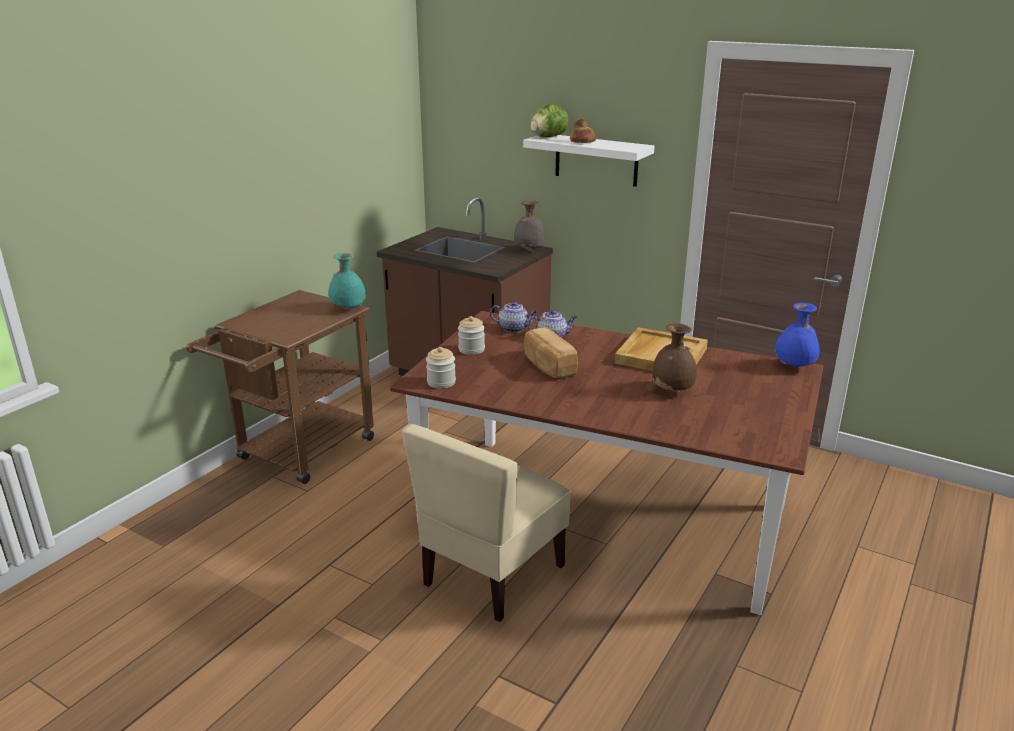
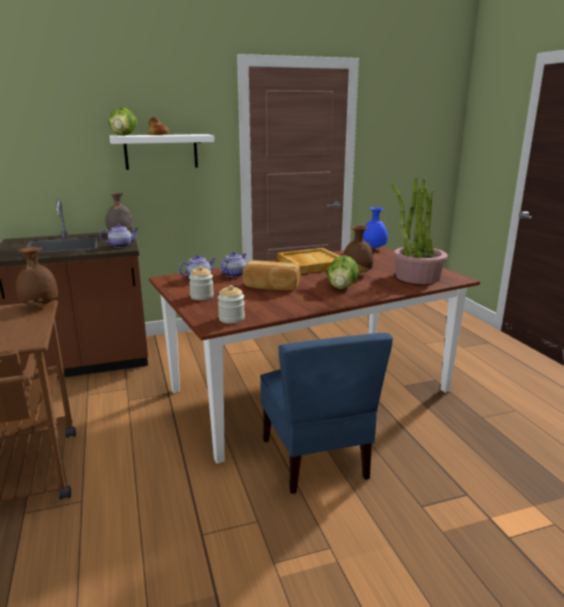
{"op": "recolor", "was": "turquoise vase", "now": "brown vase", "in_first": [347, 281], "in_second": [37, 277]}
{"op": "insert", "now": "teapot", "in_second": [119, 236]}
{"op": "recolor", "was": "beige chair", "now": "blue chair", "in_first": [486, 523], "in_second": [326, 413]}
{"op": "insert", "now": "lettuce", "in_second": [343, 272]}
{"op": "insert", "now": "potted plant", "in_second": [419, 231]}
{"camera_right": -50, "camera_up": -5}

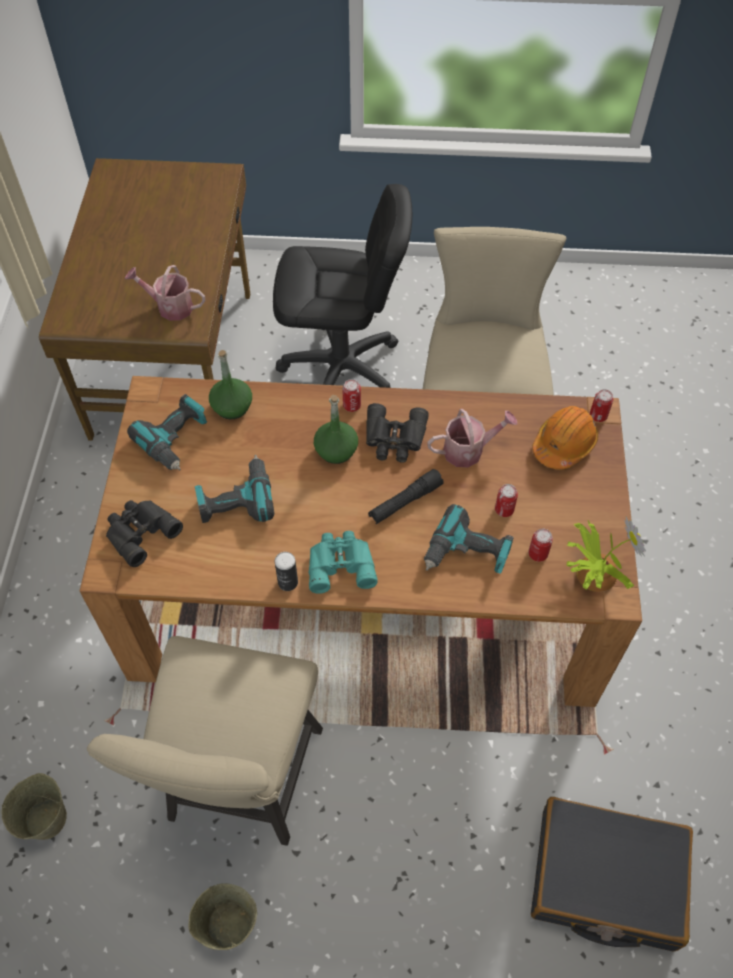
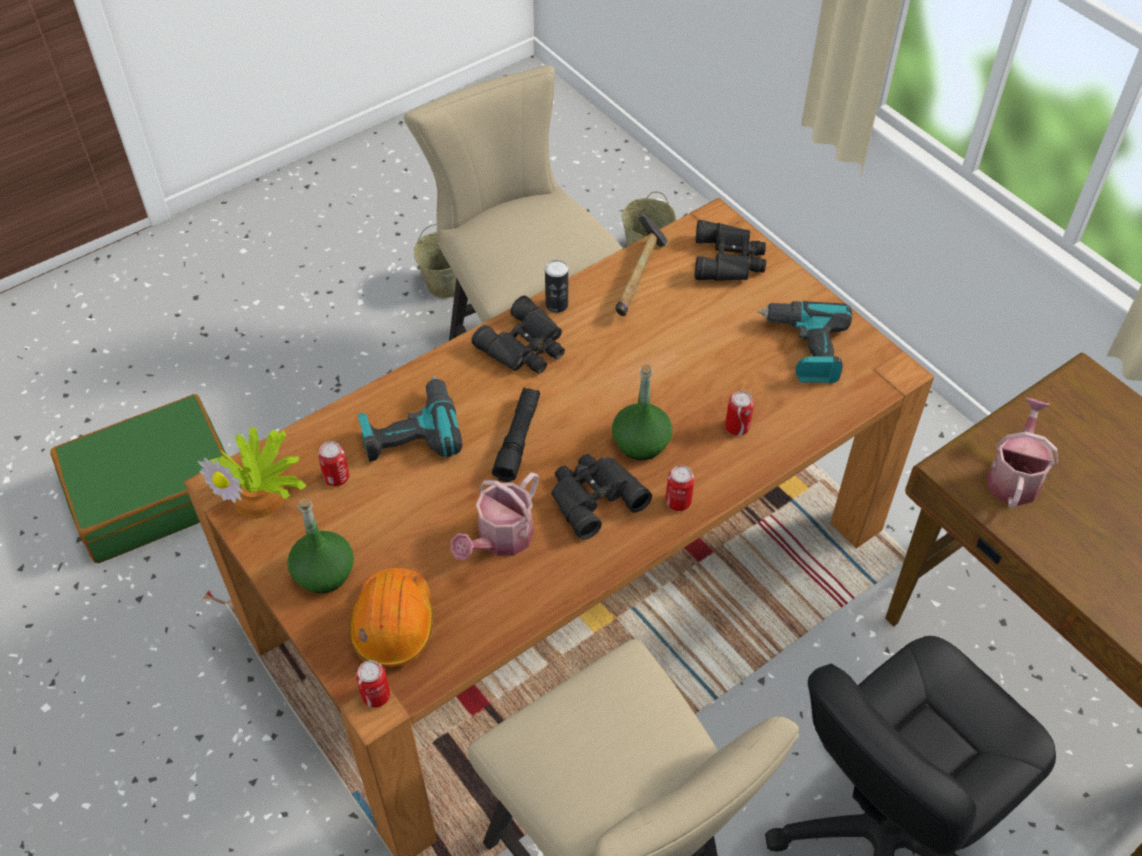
{"op": "recolor", "was": "black suitcase", "now": "green suitcase", "in_first": [612, 874], "in_second": [138, 478]}
{"op": "move", "was": "green bottle", "in_first": [230, 384], "in_second": [320, 545]}
{"op": "recolor", "was": "turquoise binoculars", "now": "black binoculars", "in_first": [343, 562], "in_second": [518, 335]}
{"op": "insert", "now": "hammer", "in_second": [641, 265]}
{"op": "move", "was": "can", "in_first": [506, 500], "in_second": [739, 413]}
{"op": "rotate", "was": "watering can", "in_first": [165, 293], "in_second": [1022, 453], "clockwise": -45}
{"op": "delete", "was": "power drill", "in_first": [234, 489]}
{"camera_right": 140, "camera_up": -5}

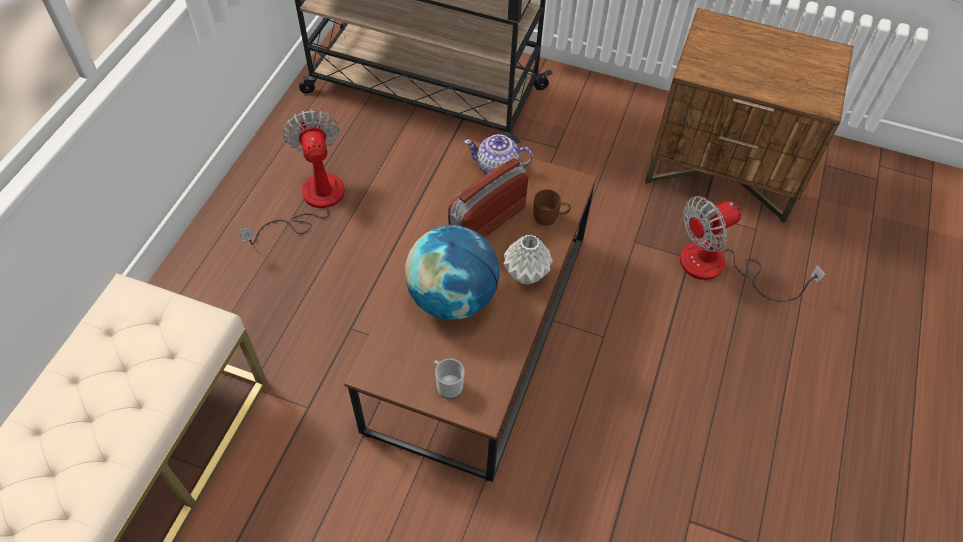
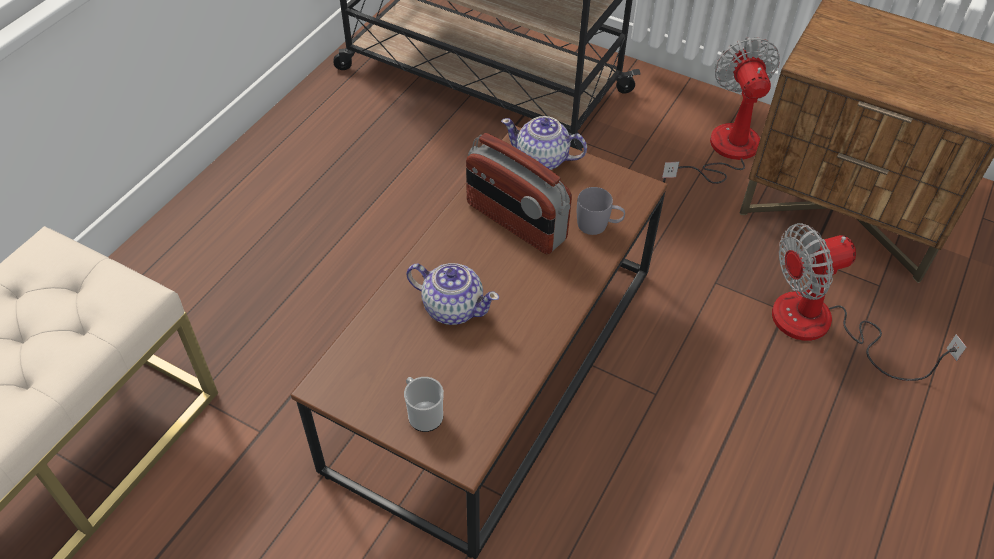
{"op": "replace", "was": "globe", "now": "teapot", "in_first": [452, 272], "in_second": [452, 294]}
{"op": "rotate", "was": "radio", "in_first": [488, 197], "in_second": [519, 193], "clockwise": -105}
{"op": "recolor", "was": "brown mug", "now": "grey mug", "in_first": [552, 207], "in_second": [601, 211]}
{"op": "move", "was": "fan", "in_first": [292, 177], "in_second": [721, 110]}
{"op": "delete", "was": "grey vase", "in_first": [528, 260]}
{"camera_right": 10, "camera_up": -5}

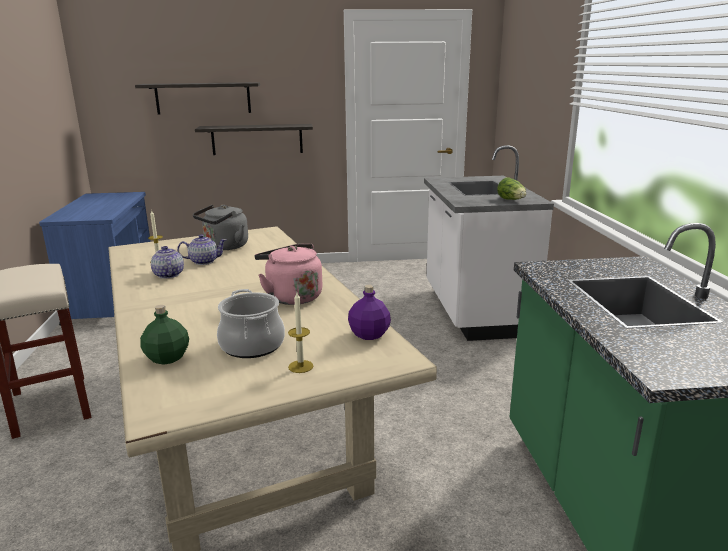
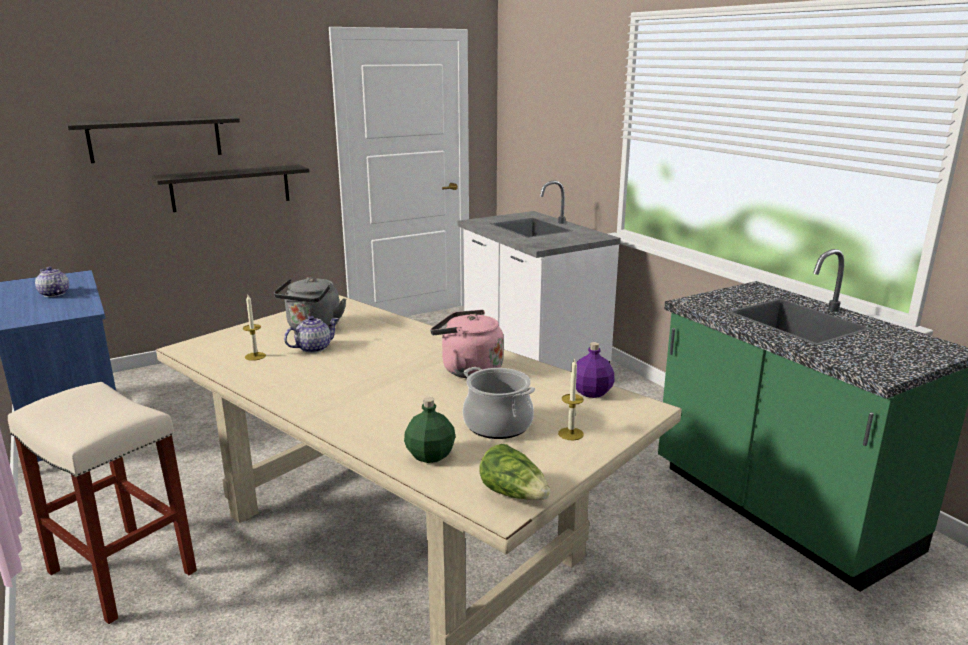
{"op": "move", "was": "teapot", "in_first": [167, 262], "in_second": [52, 282]}
{"op": "move", "was": "lettuce", "in_first": [511, 189], "in_second": [515, 472]}
{"camera_right": -25, "camera_up": 0}

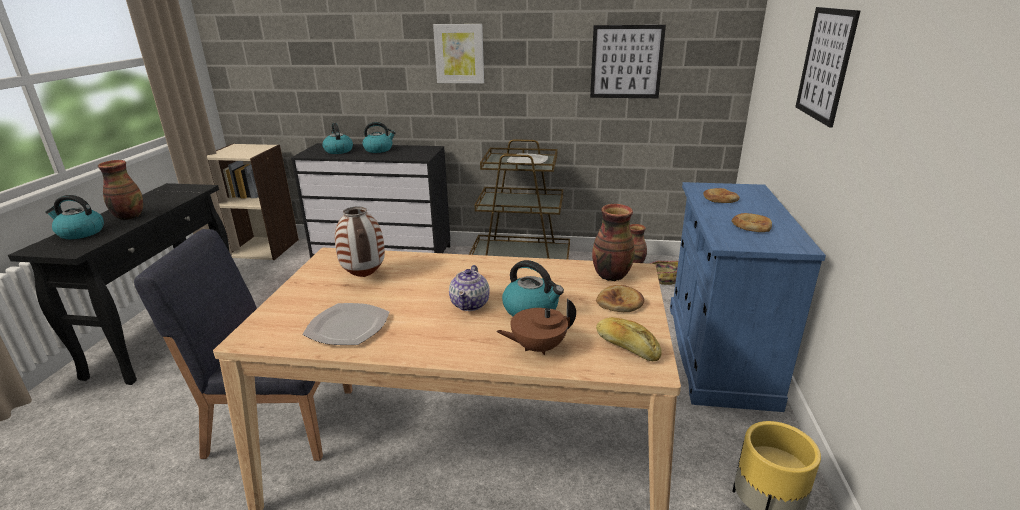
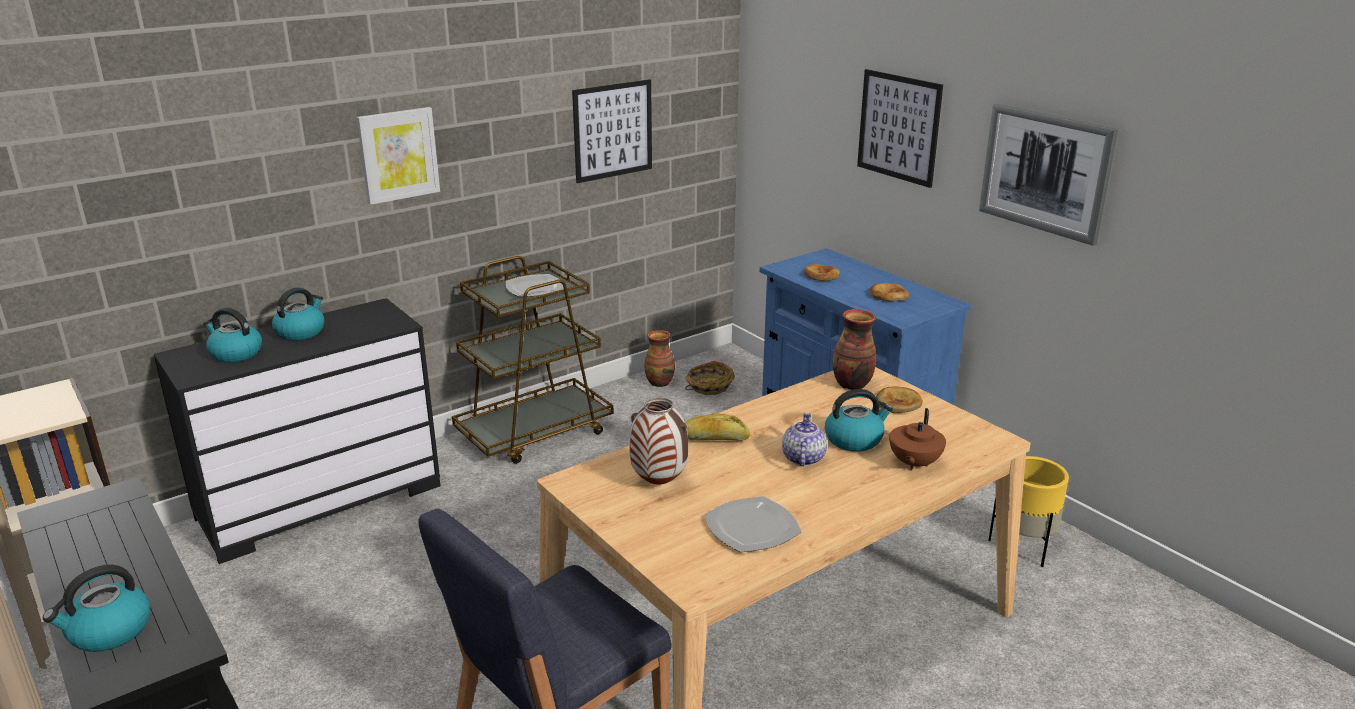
{"op": "move", "was": "bread", "in_first": [629, 339], "in_second": [717, 427]}
{"op": "rotate", "was": "teapot", "in_first": [469, 288], "in_second": [804, 439], "clockwise": -135}
{"op": "insert", "now": "picture", "in_second": [1048, 175]}
{"op": "delete", "was": "vase", "in_first": [120, 190]}
{"camera_right": -45, "camera_up": 0}

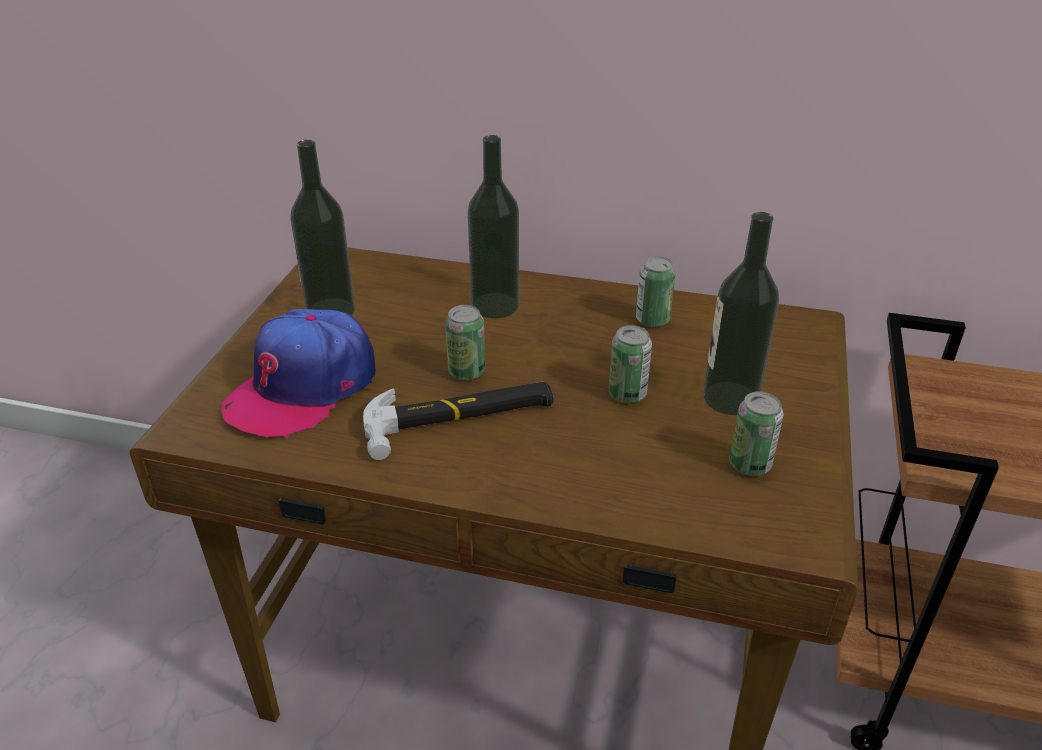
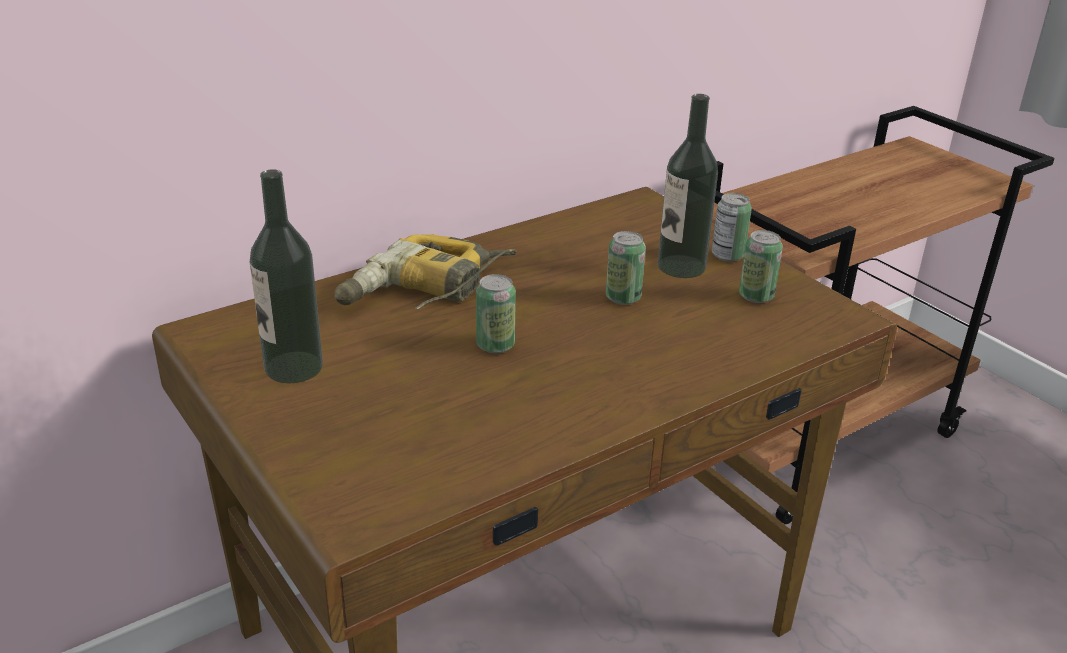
{"op": "replace", "was": "bottle", "now": "power drill", "in_first": [493, 226], "in_second": [425, 271]}
{"op": "move", "was": "can", "in_first": [656, 291], "in_second": [732, 227]}
{"op": "delete", "was": "cap", "in_first": [298, 374]}
{"op": "delete", "was": "hammer", "in_first": [458, 421]}
{"camera_right": -50, "camera_up": -5}

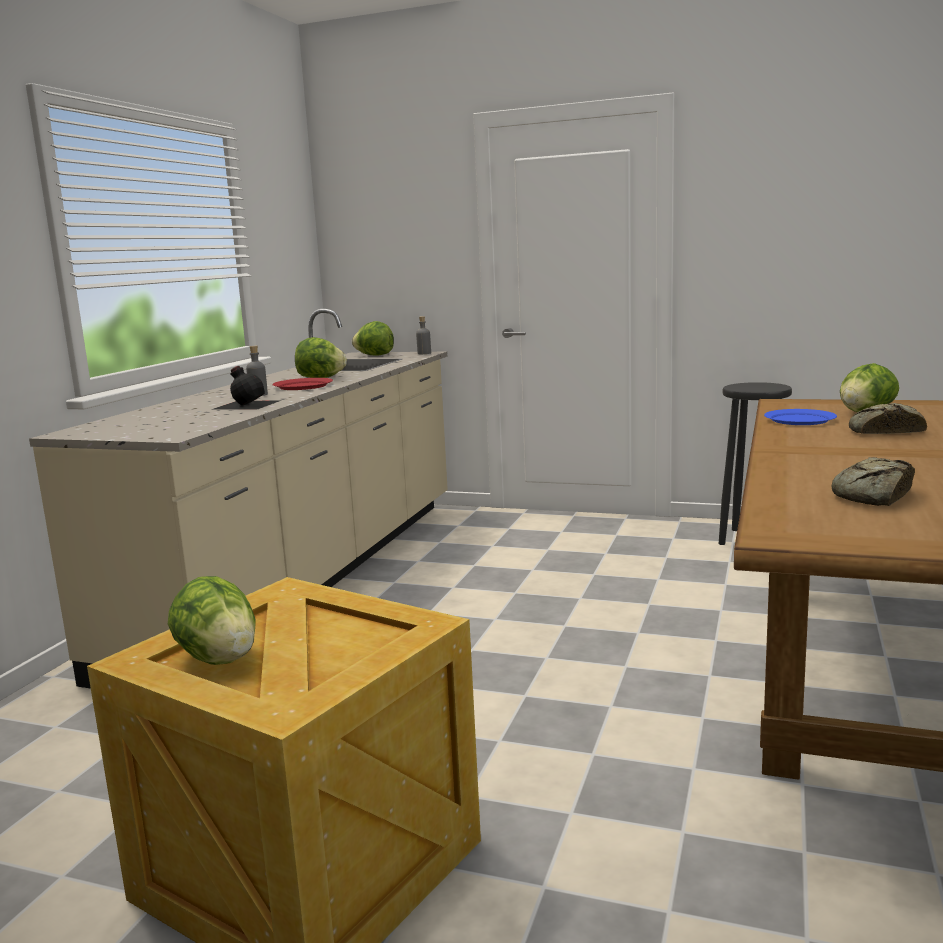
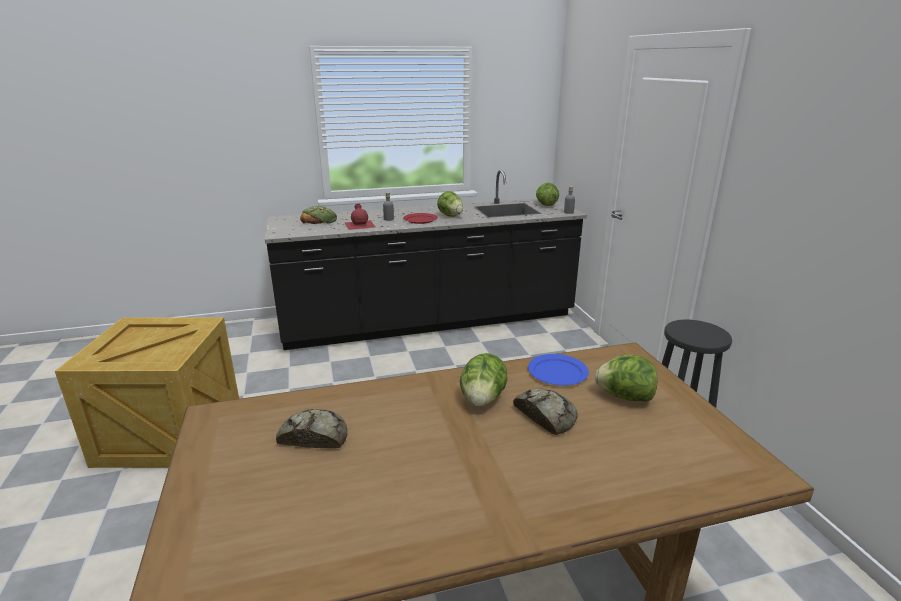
{"op": "recolor", "was": "beige counter", "now": "black counter", "in_first": [238, 499], "in_second": [426, 260]}
{"op": "insert", "now": "bread", "in_second": [318, 215]}
{"op": "recolor", "was": "black bottle", "now": "red bottle", "in_first": [245, 388], "in_second": [360, 217]}
{"op": "move", "was": "lettuce", "in_first": [212, 620], "in_second": [483, 380]}
{"camera_right": 55, "camera_up": 10}

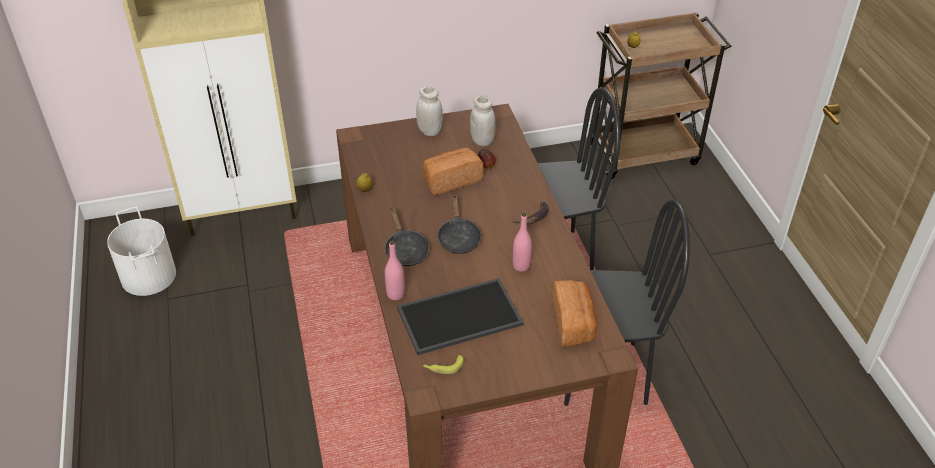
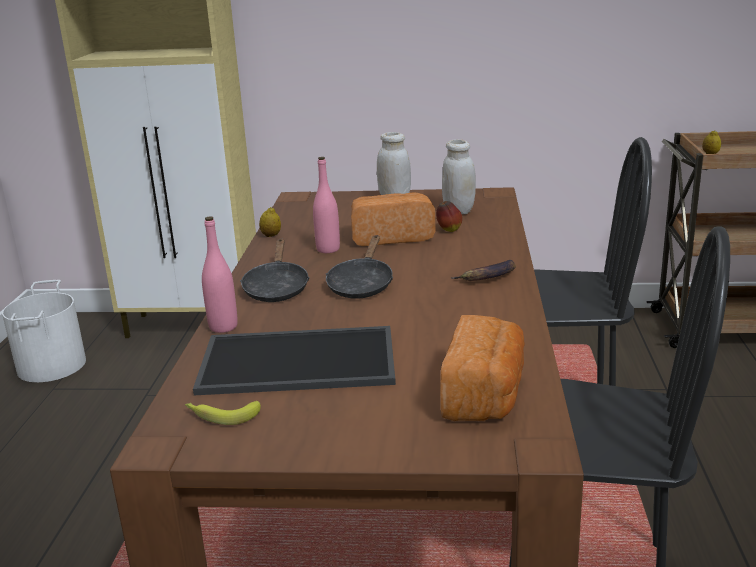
{"op": "move", "was": "pink bottle", "in_first": [522, 242], "in_second": [326, 205]}
{"camera_right": 20, "camera_up": -20}

